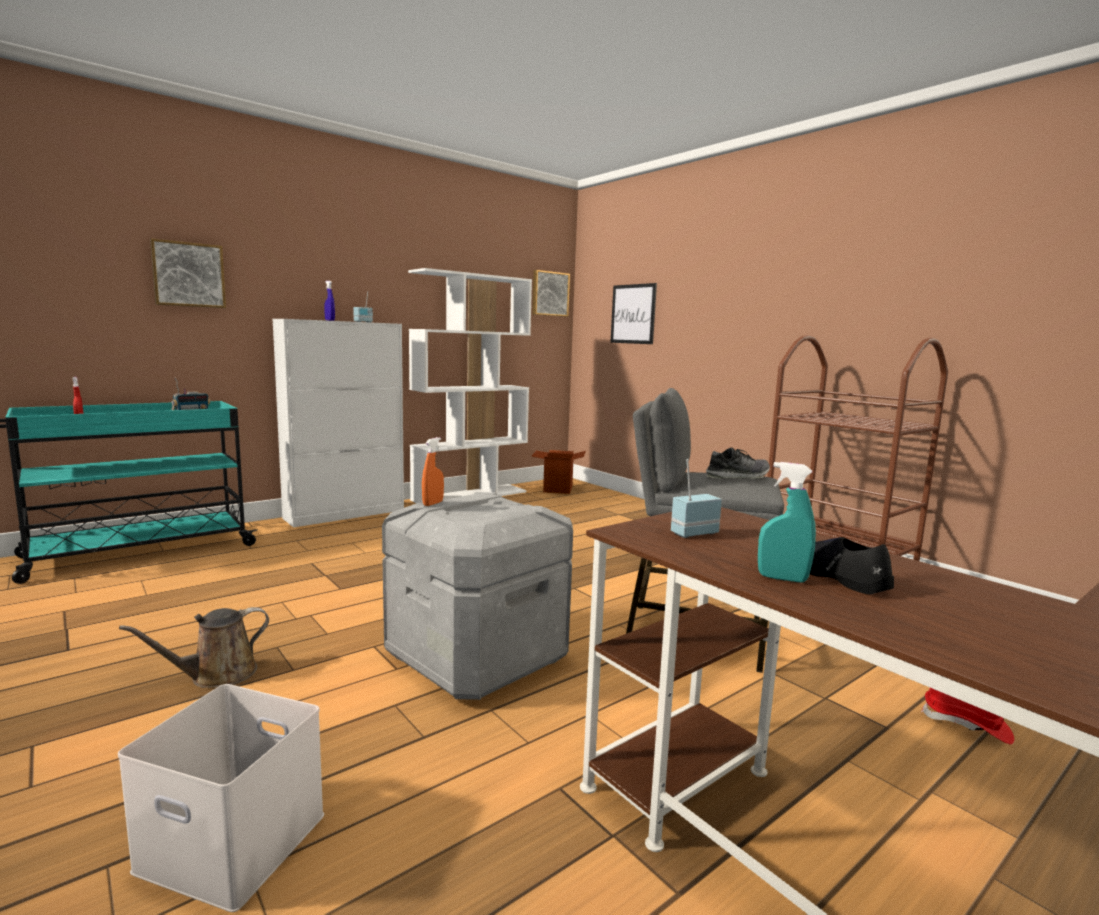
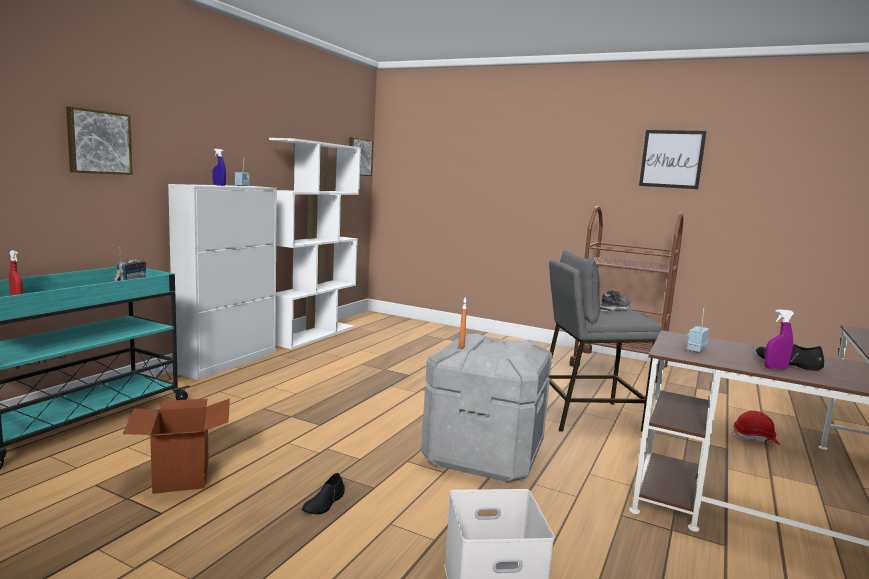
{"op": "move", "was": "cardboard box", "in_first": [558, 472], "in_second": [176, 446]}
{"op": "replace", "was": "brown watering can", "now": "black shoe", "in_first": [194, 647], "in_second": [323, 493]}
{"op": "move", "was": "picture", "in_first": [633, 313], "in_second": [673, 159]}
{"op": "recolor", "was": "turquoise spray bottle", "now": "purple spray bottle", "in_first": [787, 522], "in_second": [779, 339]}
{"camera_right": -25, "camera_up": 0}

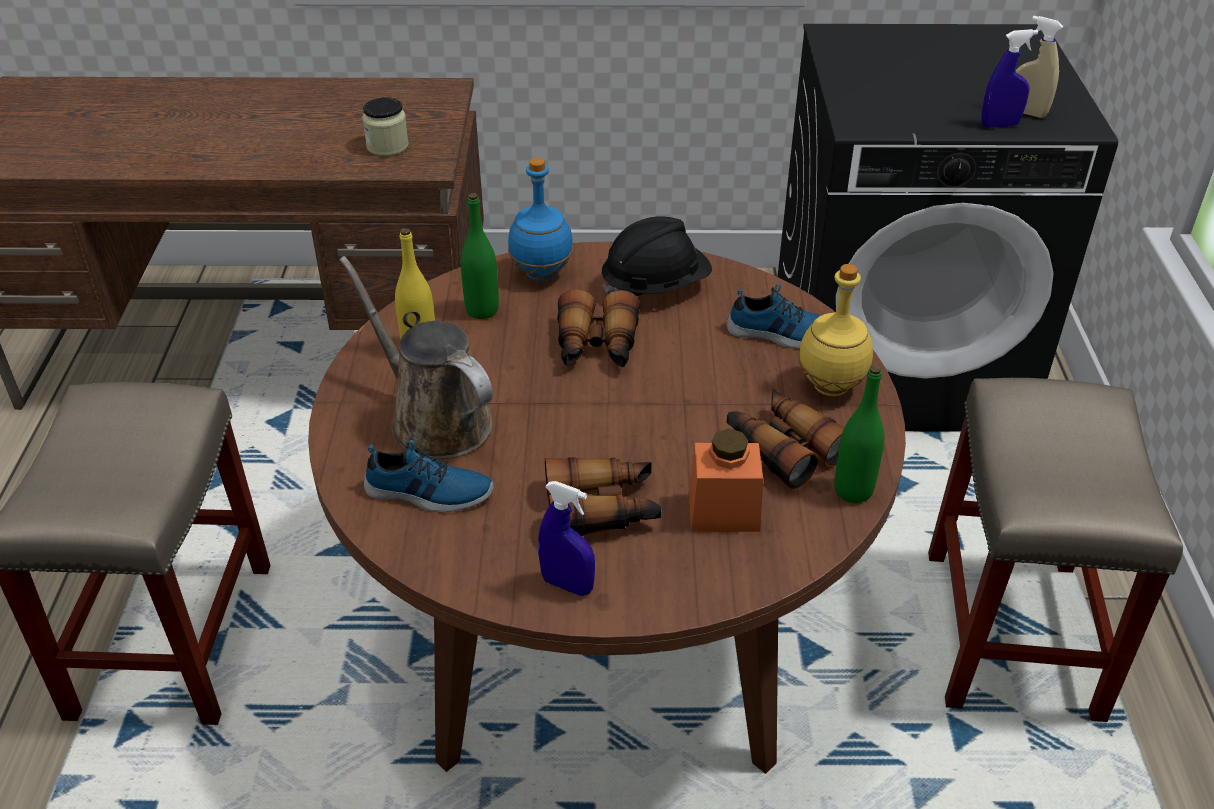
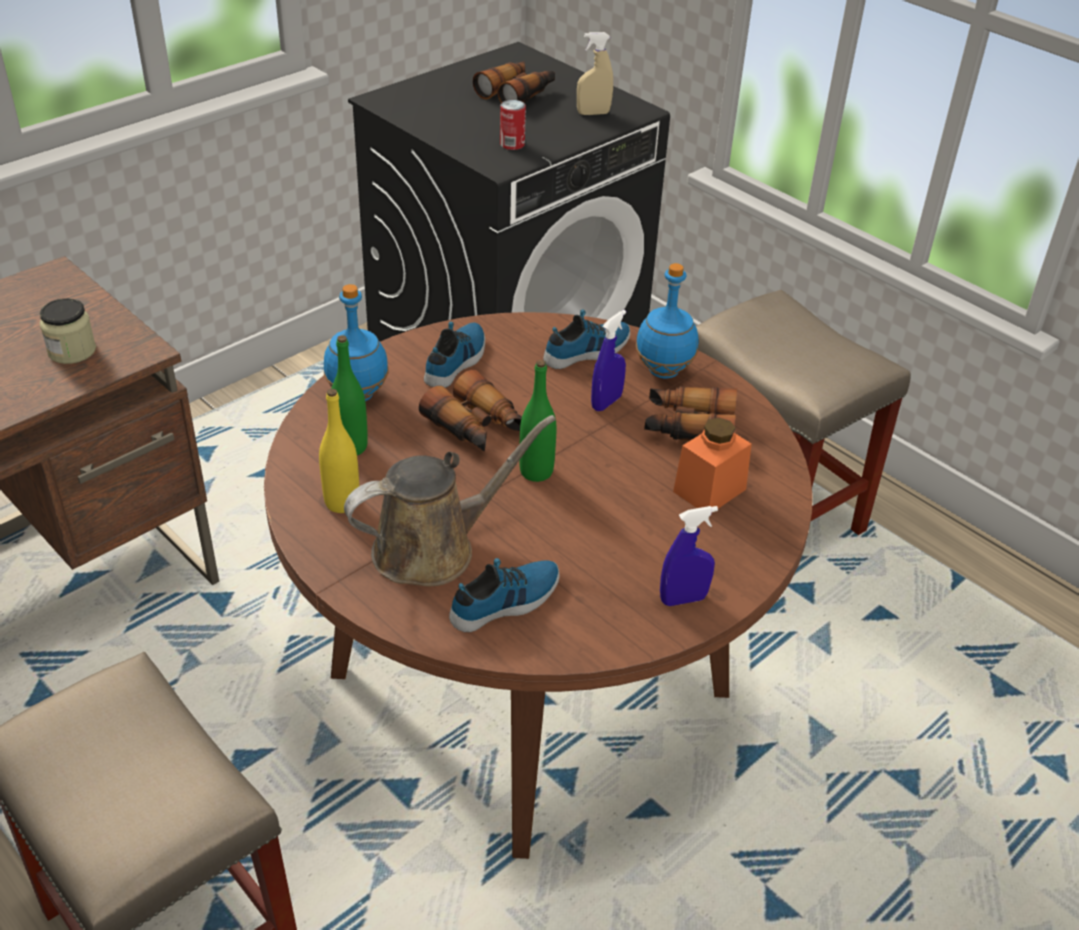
{"op": "rotate", "was": "brown watering can", "in_first": [416, 357], "in_second": [450, 501], "clockwise": 150}
{"op": "replace", "was": "black hard hat", "now": "shoe", "in_first": [657, 256], "in_second": [454, 355]}
{"op": "move", "was": "binoculars", "in_first": [603, 496], "in_second": [514, 82]}
{"op": "insert", "now": "can", "in_second": [513, 125]}
{"op": "move", "was": "green bottle", "in_first": [859, 434], "in_second": [537, 421]}
{"op": "move", "was": "blue spray bottle", "in_first": [1009, 78], "in_second": [608, 360]}
{"op": "recolor", "was": "yellow bottle", "now": "blue bottle", "in_first": [835, 330], "in_second": [667, 320]}
{"camera_right": -45, "camera_up": 0}

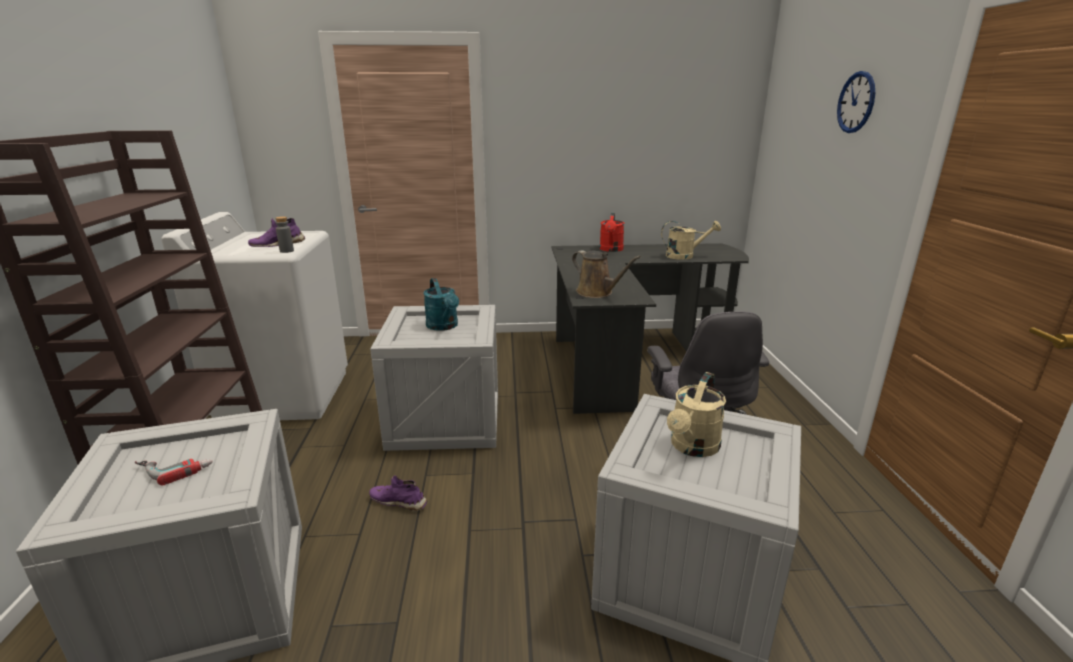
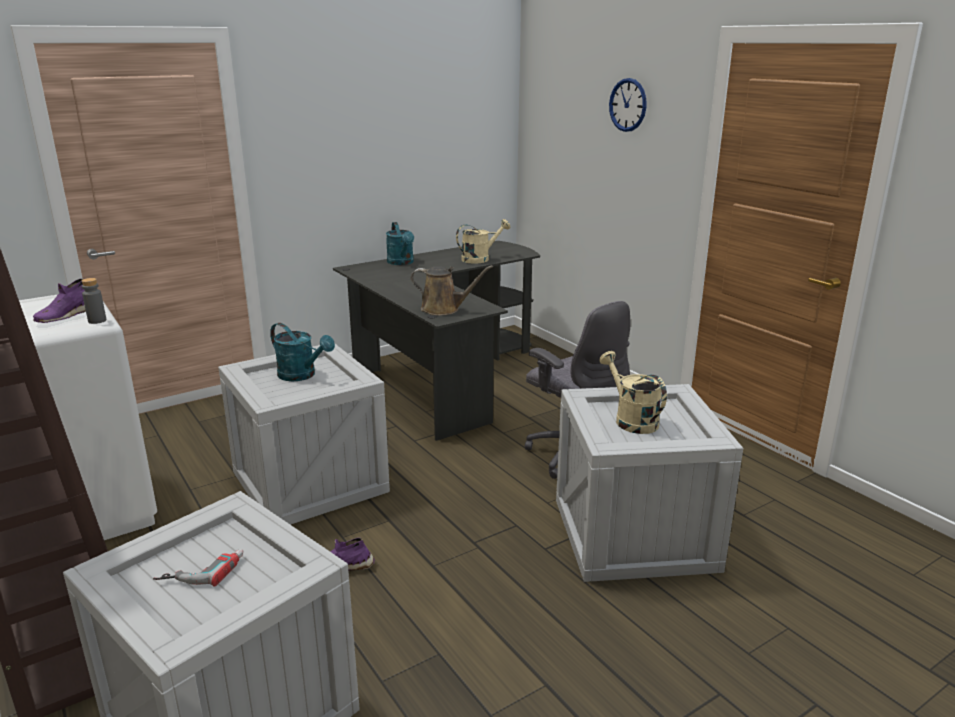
{"op": "recolor", "was": "red watering can", "now": "turquoise watering can", "in_first": [612, 232], "in_second": [400, 243]}
{"op": "rotate", "was": "beige watering can", "in_first": [696, 414], "in_second": [633, 392], "clockwise": 150}
{"camera_right": -30, "camera_up": 0}

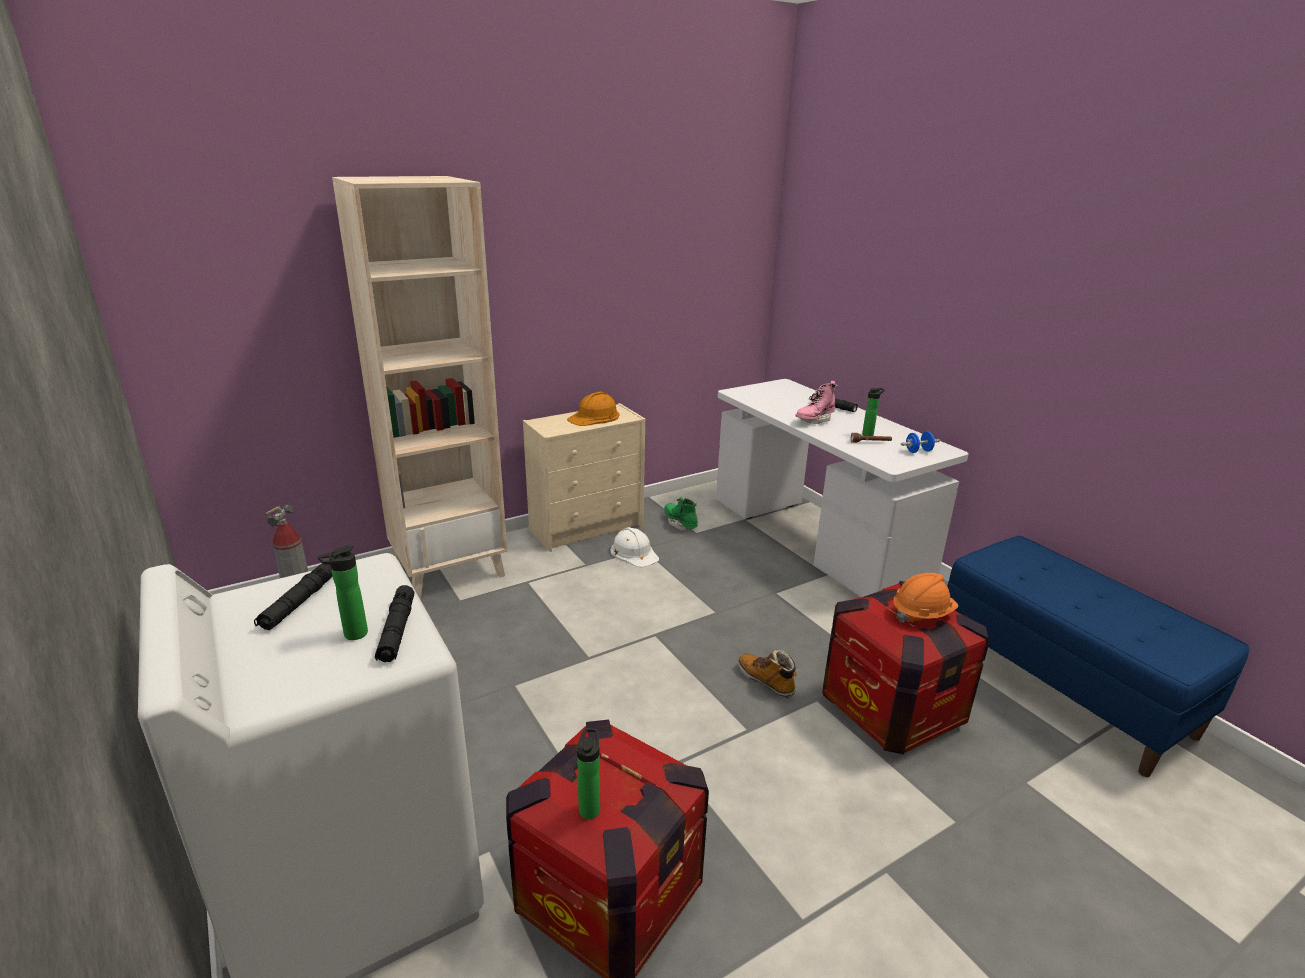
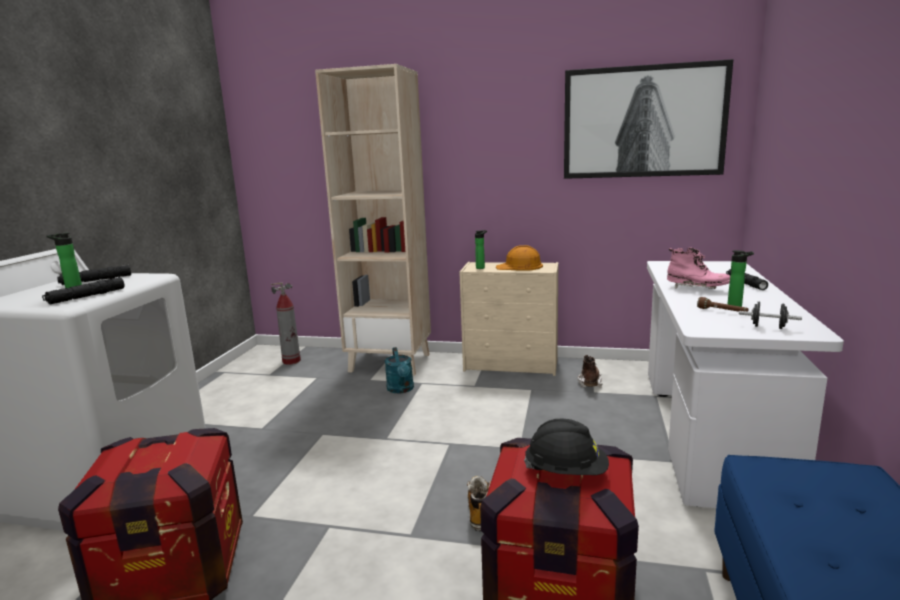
{"op": "insert", "now": "turquoise watering can", "in_second": [399, 370]}
{"op": "move", "was": "bottle", "in_first": [588, 773], "in_second": [481, 249]}
{"op": "recolor", "was": "orange hard hat", "now": "black hard hat", "in_first": [925, 598], "in_second": [566, 447]}
{"op": "insert", "now": "picture", "in_second": [648, 119]}
{"op": "recolor", "was": "green boot", "now": "brown boot", "in_first": [681, 514], "in_second": [590, 371]}
{"op": "rotate", "was": "pink boot", "in_first": [817, 402], "in_second": [698, 268], "clockwise": -150}
{"op": "recolor", "was": "blue dumbbell", "now": "black dumbbell", "in_first": [920, 442], "in_second": [770, 315]}
{"op": "delete", "was": "white hard hat", "in_first": [635, 547]}
{"camera_right": 45, "camera_up": -10}

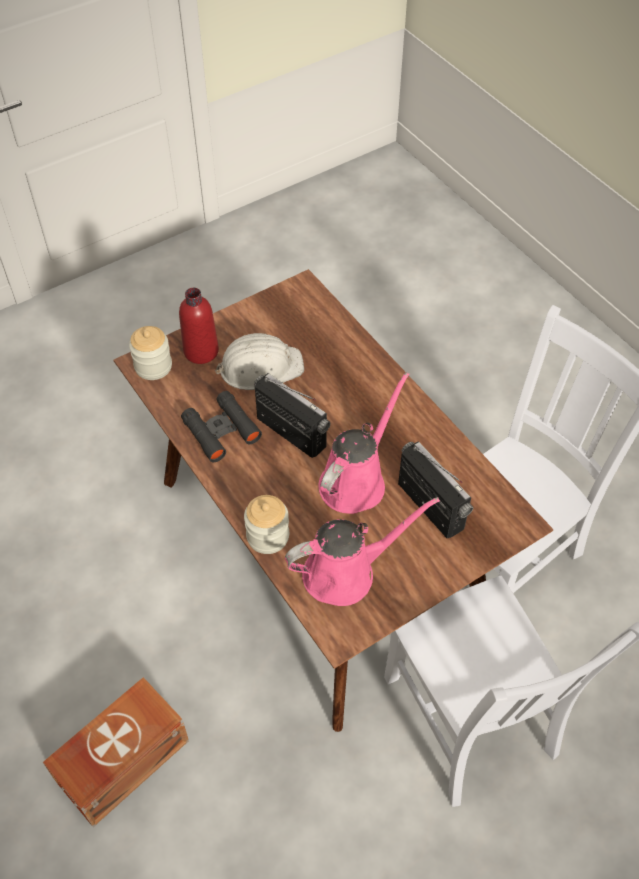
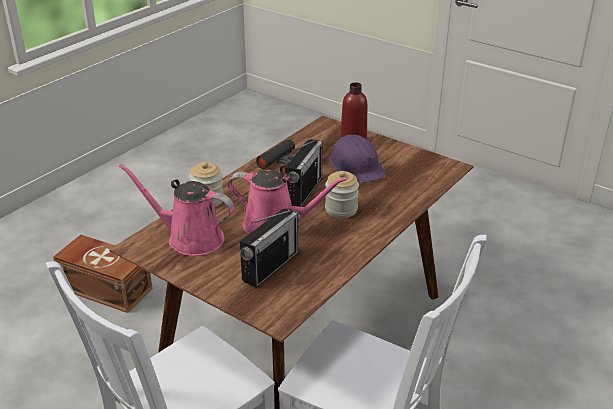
{"op": "rotate", "was": "pink watering can", "in_first": [362, 551], "in_second": [176, 210], "clockwise": 150}
{"op": "move", "was": "jar", "in_first": [150, 353], "in_second": [342, 194]}
{"op": "recolor", "was": "white hard hat", "now": "purple hard hat", "in_first": [259, 361], "in_second": [357, 159]}
{"camera_right": 70, "camera_up": -20}

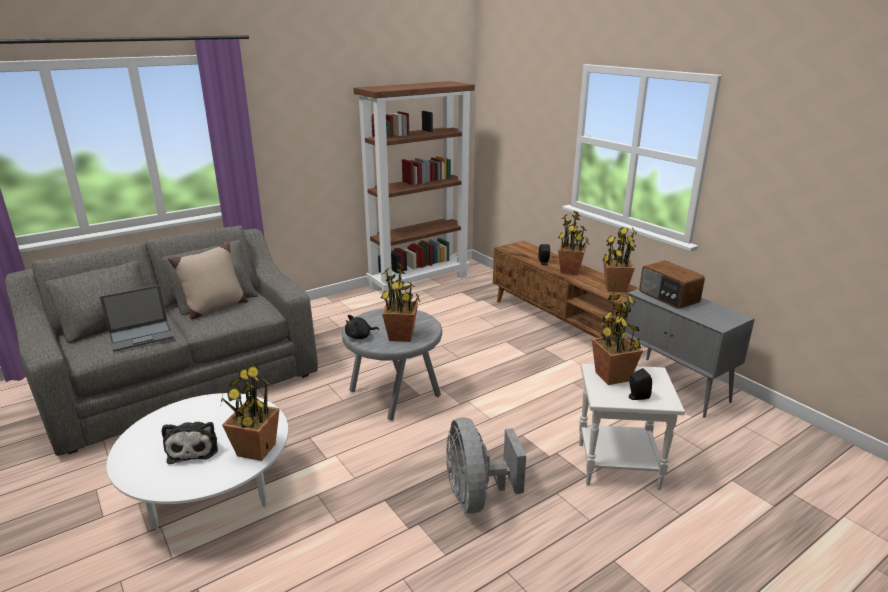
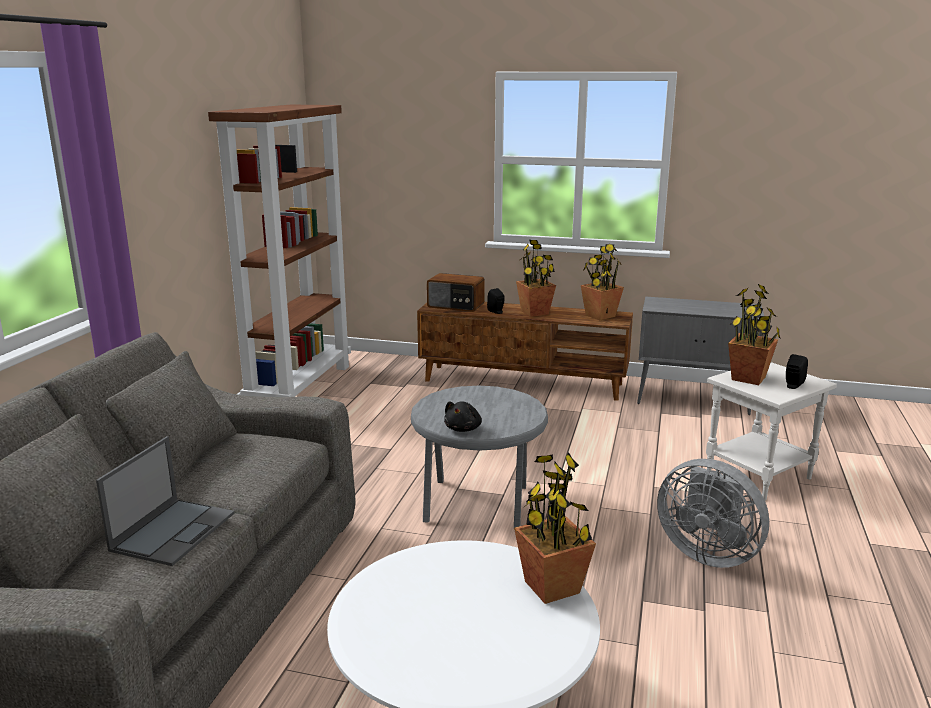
{"op": "move", "was": "radio", "in_first": [672, 285], "in_second": [456, 292]}
{"op": "delete", "was": "plush toy", "in_first": [190, 443]}
{"op": "delete", "was": "beige pillow", "in_first": [208, 281]}
{"op": "delete", "was": "potted plant", "in_first": [400, 302]}
{"camera_right": -40, "camera_up": -5}

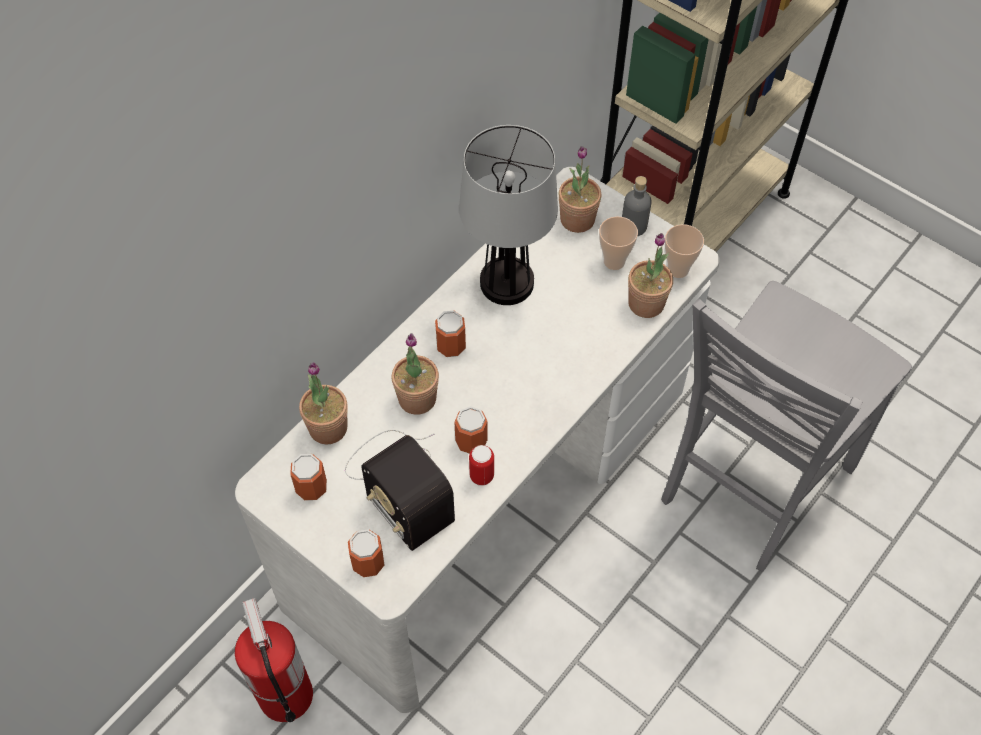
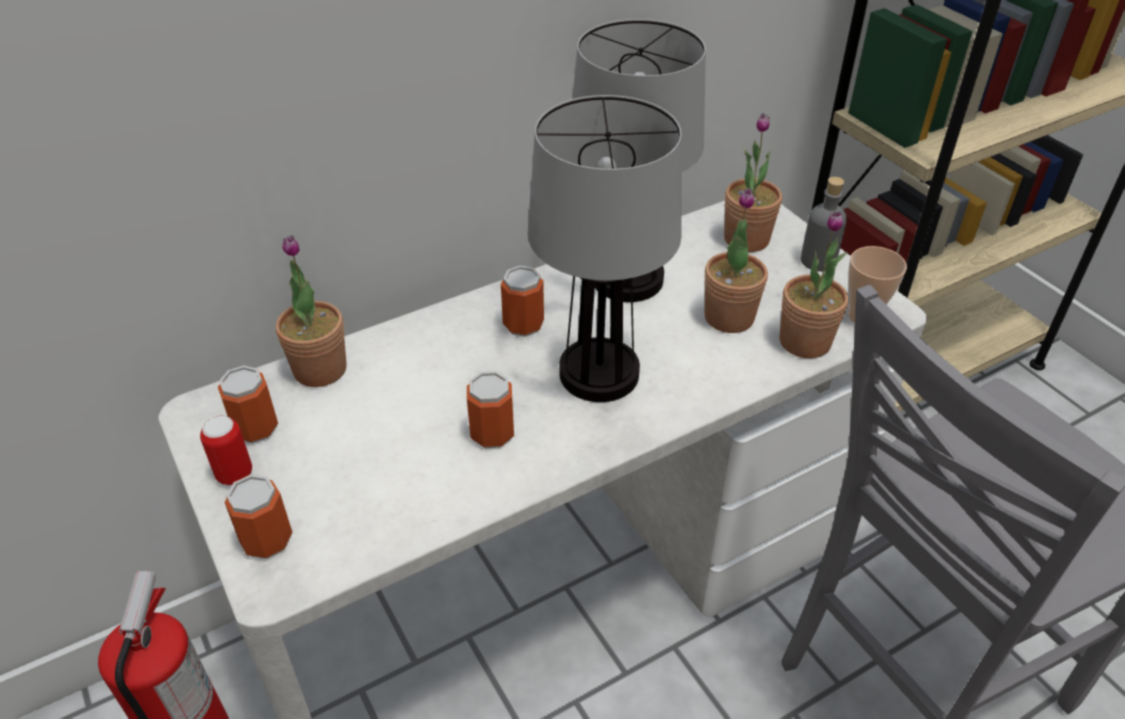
{"op": "move", "was": "can", "in_first": [481, 465], "in_second": [226, 451]}
{"op": "insert", "now": "table lamp", "in_second": [605, 248]}
{"op": "move", "was": "potted plant", "in_first": [415, 374], "in_second": [736, 260]}
{"op": "delete", "was": "radio", "in_first": [400, 490]}
{"op": "delete", "was": "cup", "in_first": [618, 243]}
{"camera_right": 20, "camera_up": -15}

